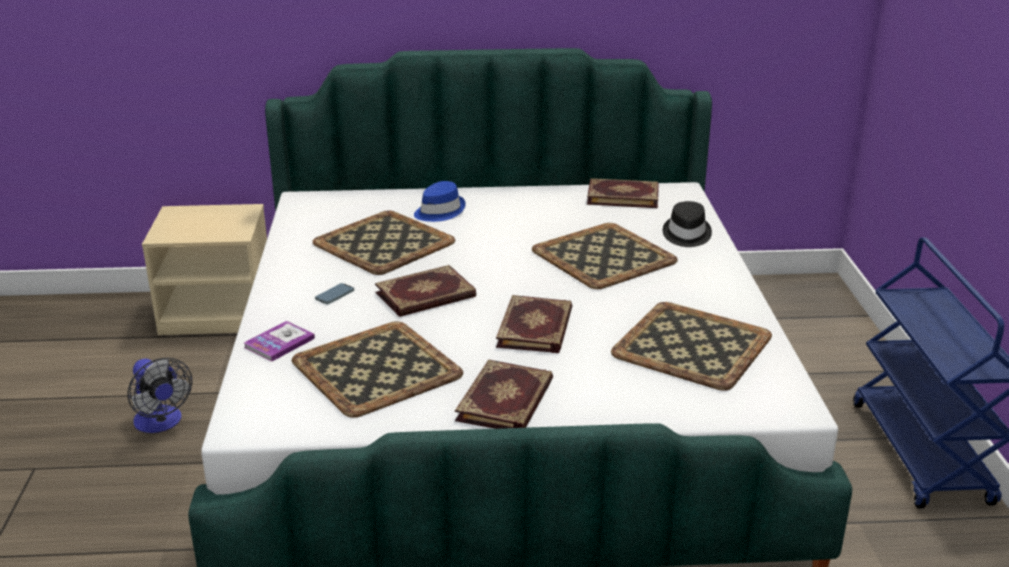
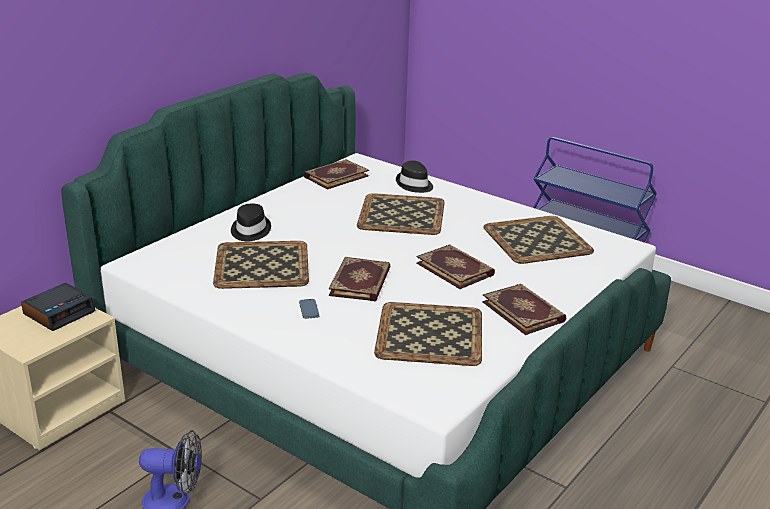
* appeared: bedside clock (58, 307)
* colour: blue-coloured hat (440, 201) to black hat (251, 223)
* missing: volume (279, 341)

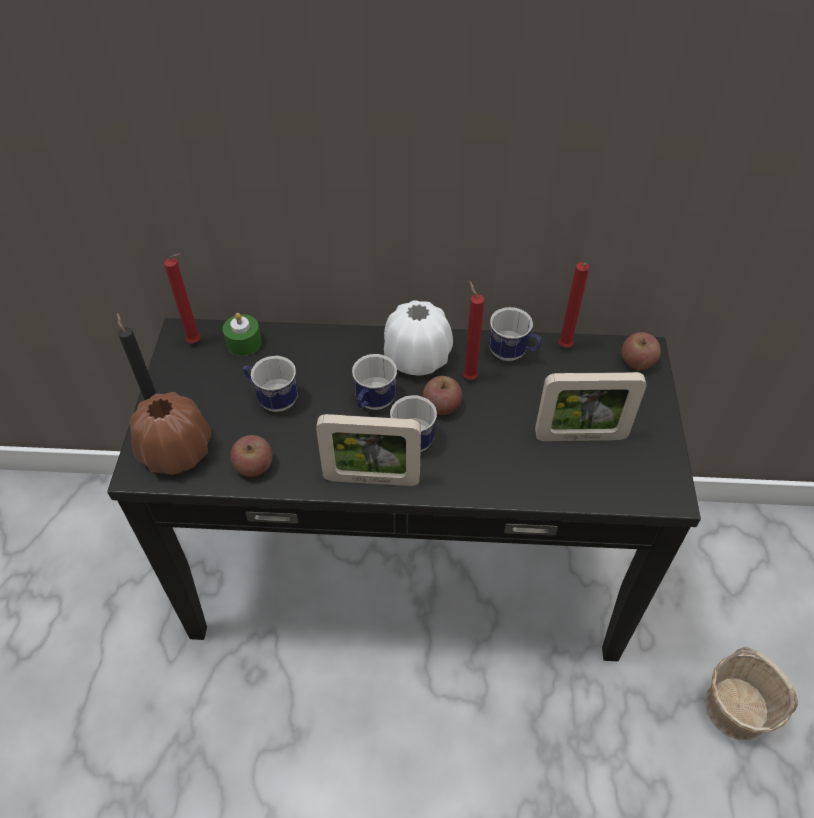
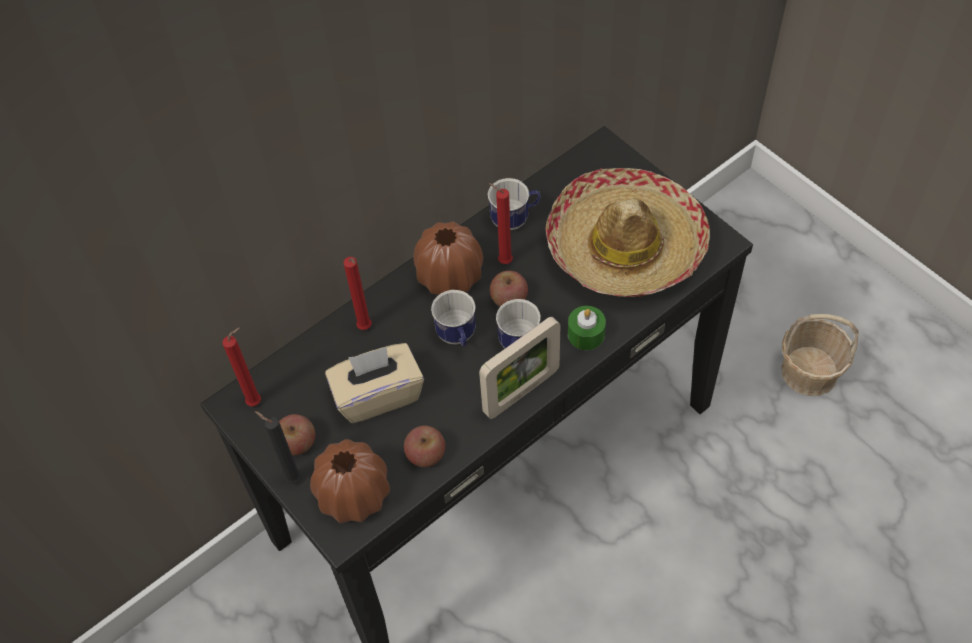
* relocated: whole apple (641, 351) to (297, 434)
* exchanged: mug (270, 384) to beige box of tissues (374, 383)
* relocated: reddish candle (573, 305) to (357, 293)
* colour: whitish flower vase (418, 338) to brownish flower vase (448, 258)
* exchanged: photo frame (590, 406) to hat (628, 232)
* relocated: green candle (242, 334) to (587, 328)

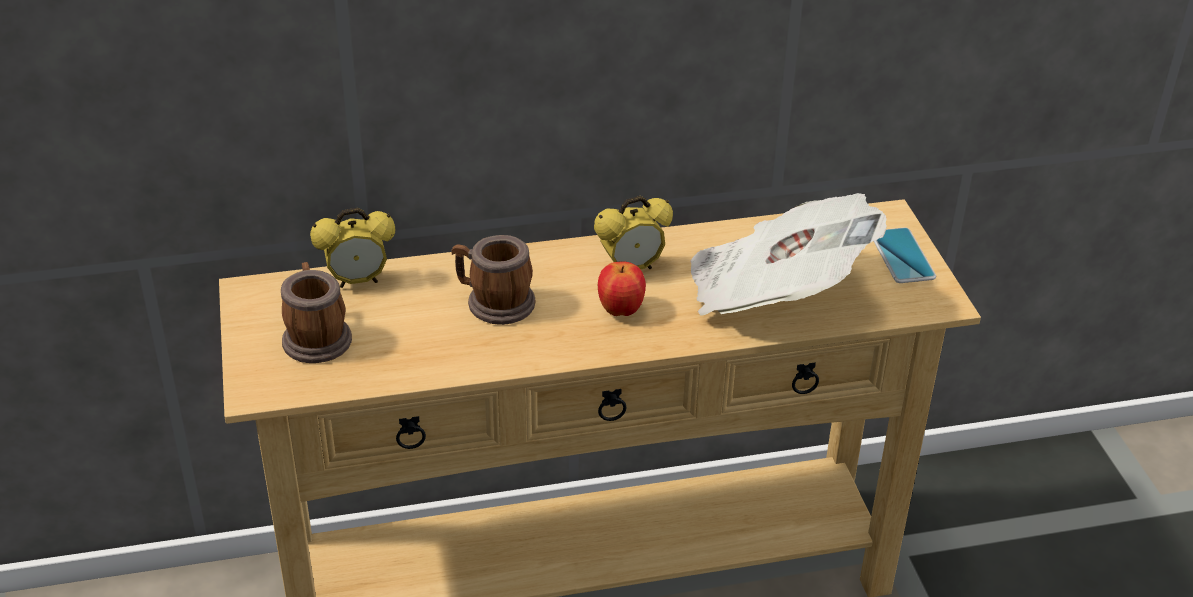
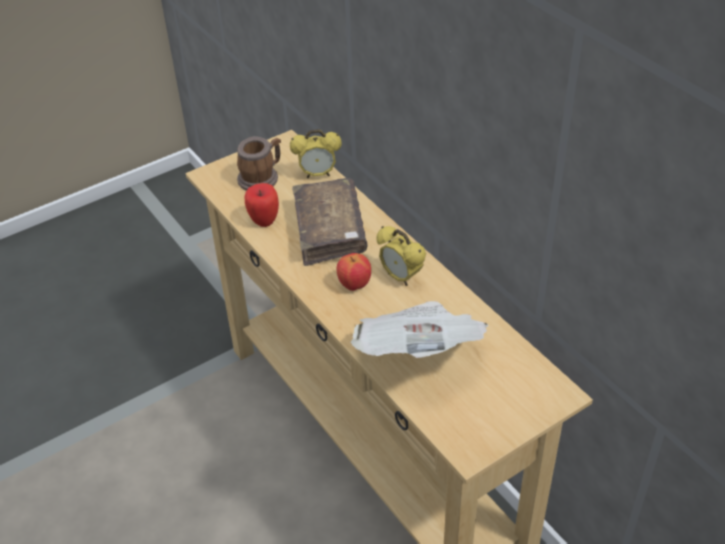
* appeared: whole apple (262, 205)
* spun: bedside clock (352, 248) = (316, 153) 60 degrees counterclockwise
* exchanged: mug (493, 280) to brownish volume (329, 222)
* missing: telephone (905, 255)

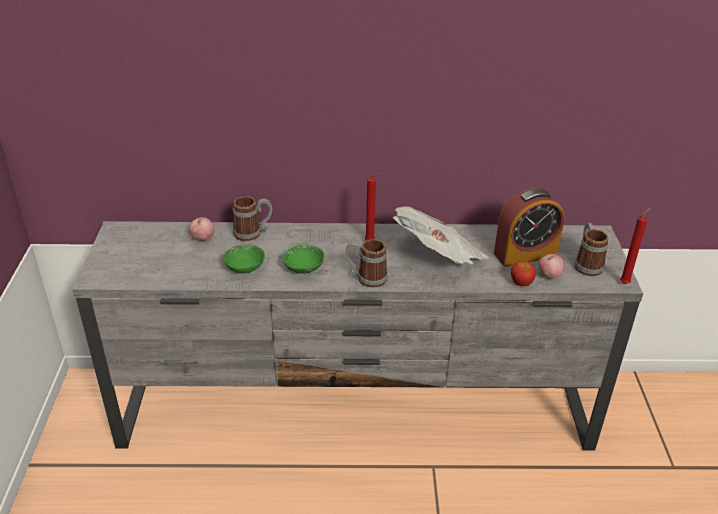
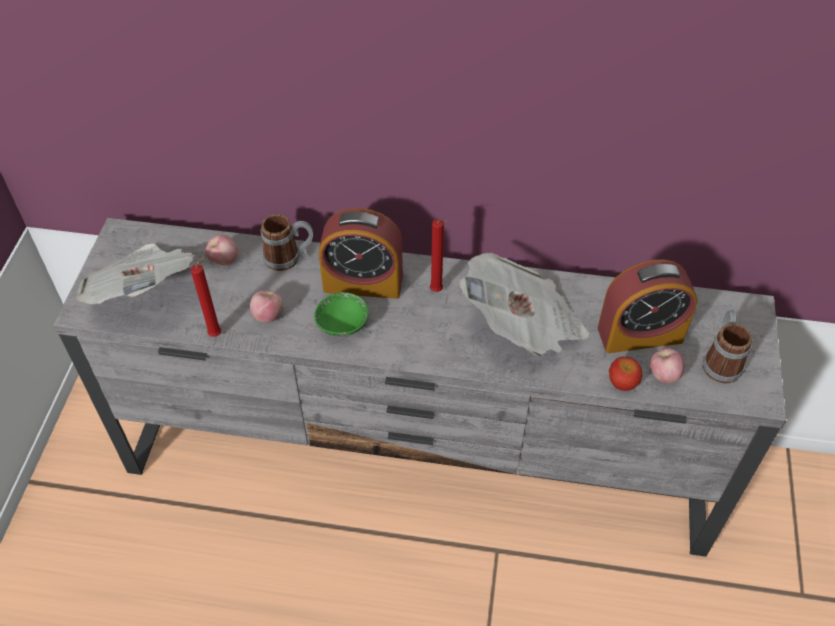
* appeared: newspaper (135, 273)
* relocated: reddish candle (635, 246) to (206, 296)
* exchanged: green bowl (244, 259) to whole apple (266, 306)
* appeared: bedside clock (361, 253)
* missing: mug (366, 263)

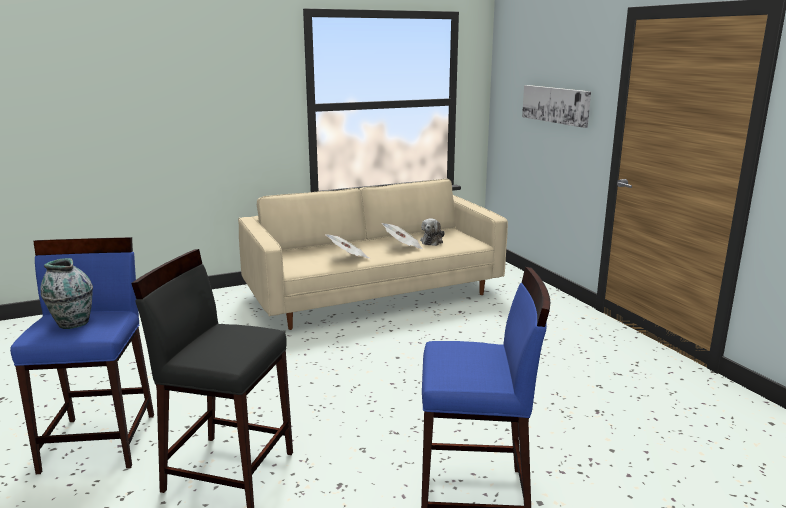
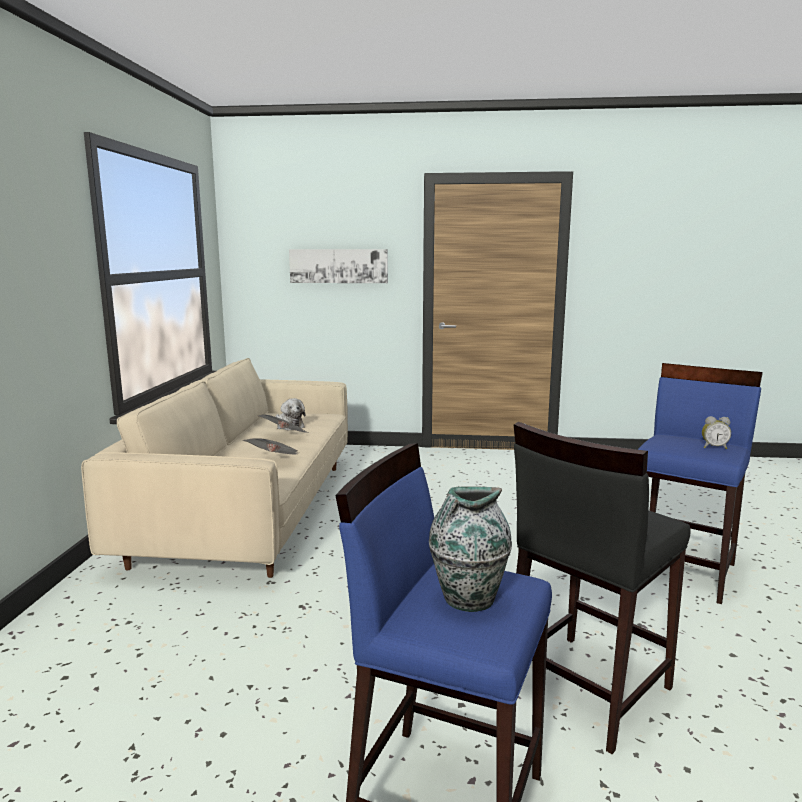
* appeared: bedside clock (716, 432)

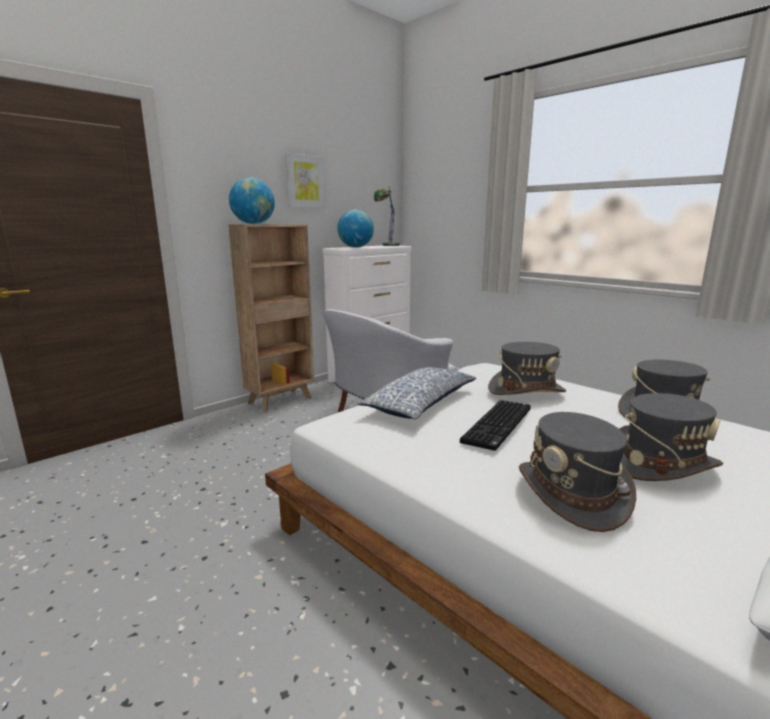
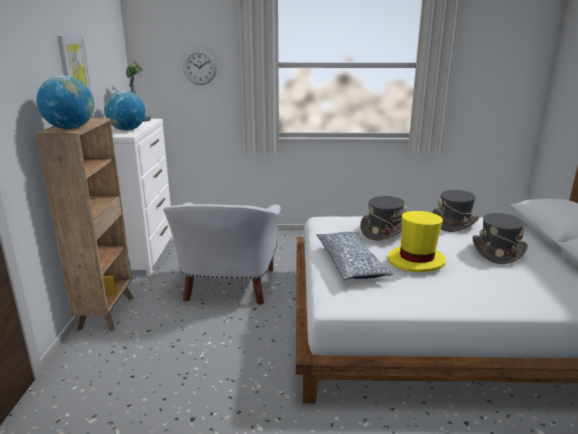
* appeared: hanging clock (200, 67)
* exchanged: PC keyboard (495, 425) to yellow hat (417, 241)
* missing: gray hat (577, 472)

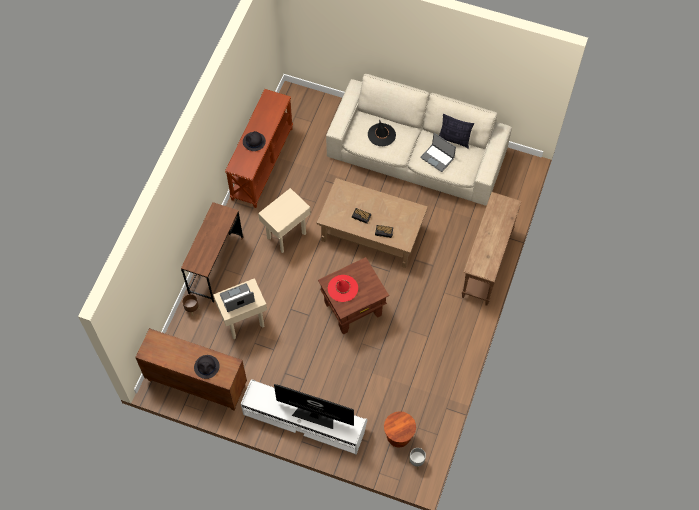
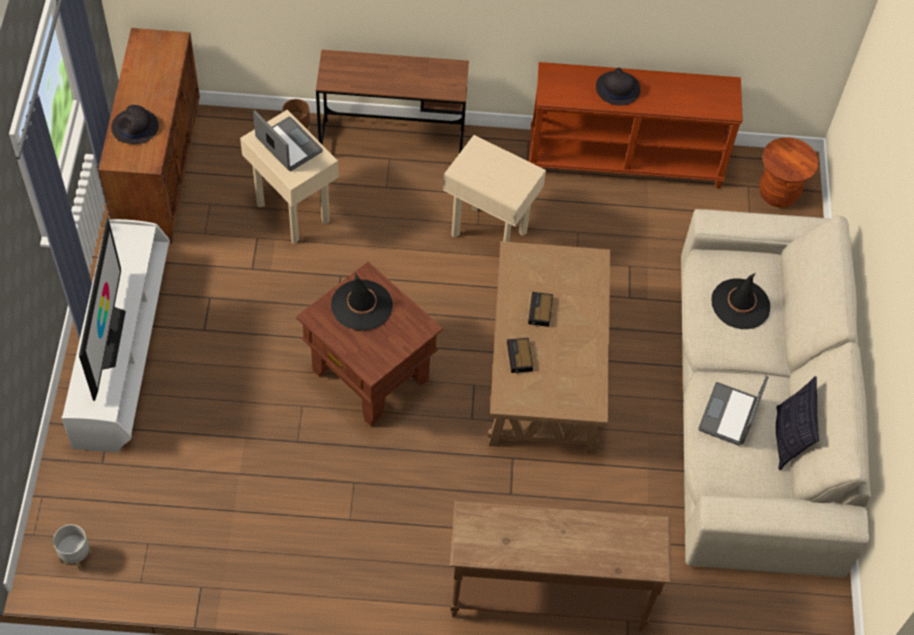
* colour: reddish hat (343, 288) to black hat (362, 301)
* relocated: brownish sitting stool (400, 429) to (788, 172)

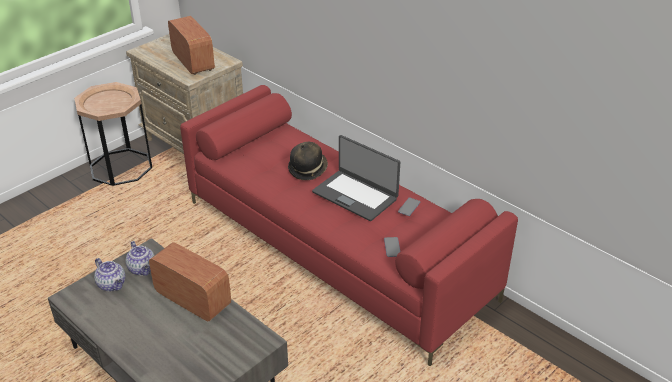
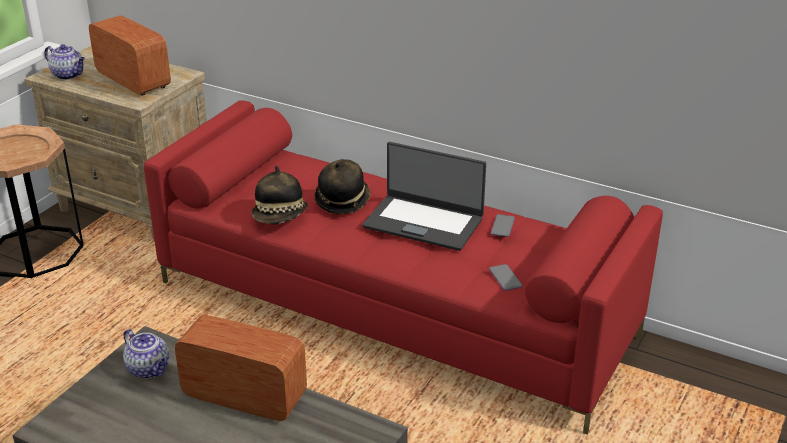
* relocated: teapot (109, 274) to (64, 62)
* appeared: hat (280, 195)

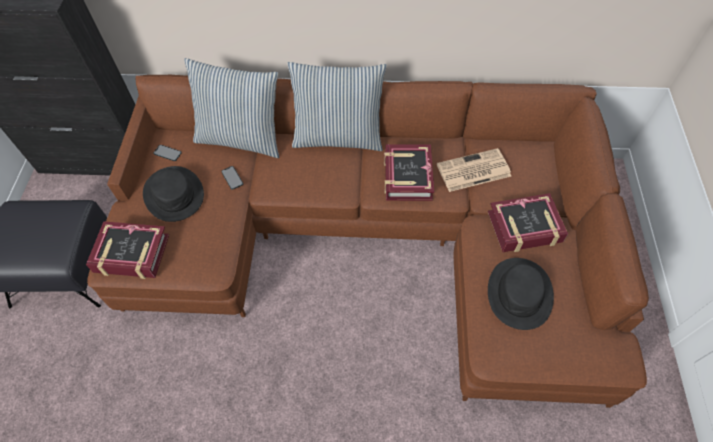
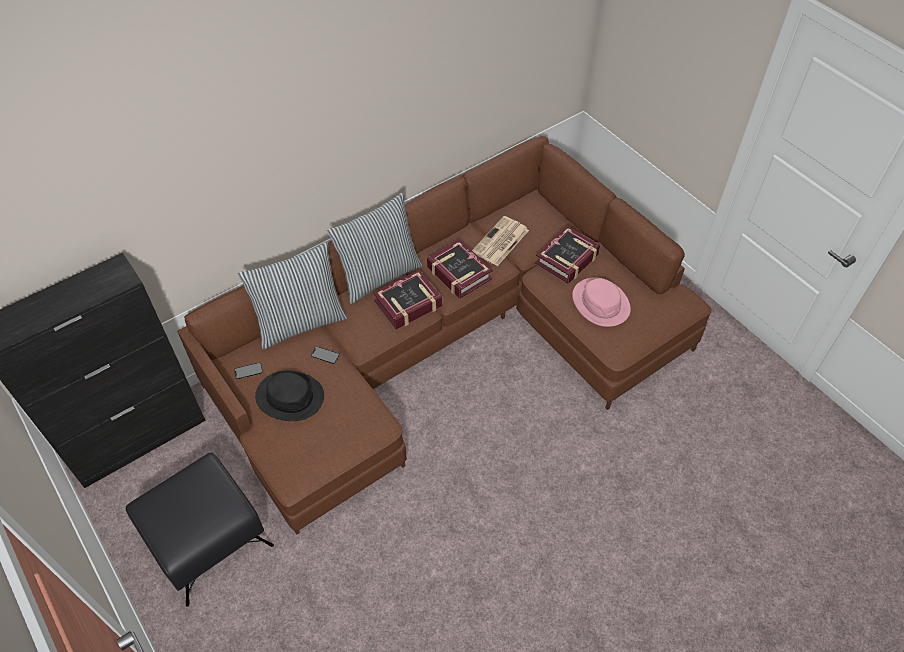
* relocated: volume (127, 250) to (407, 299)
* colour: black hat (521, 294) to pinkish hat (601, 302)

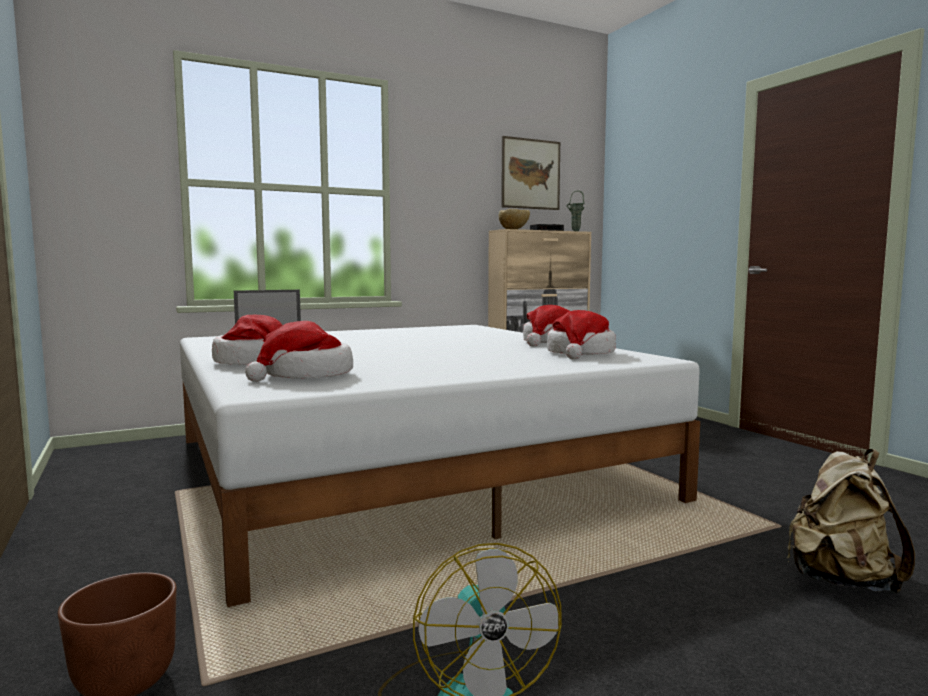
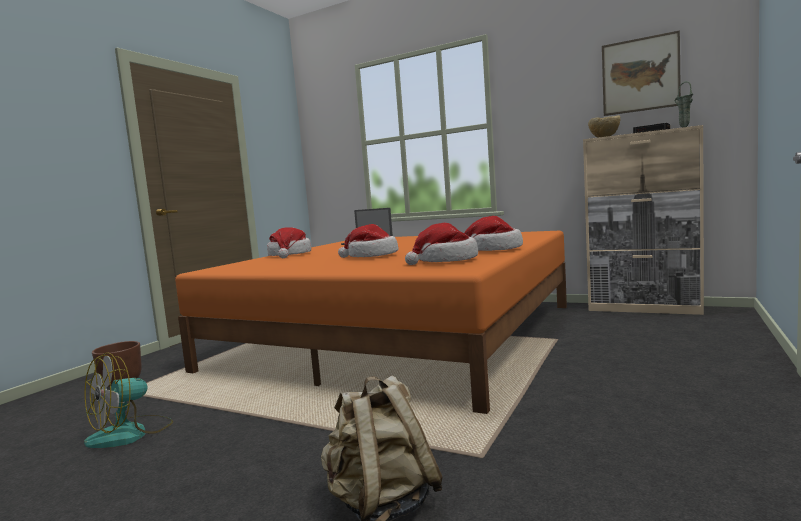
* colour: whitish bedroom bed (440, 466) to orange bedroom bed (371, 322)
* relocated: hat (299, 351) to (368, 241)

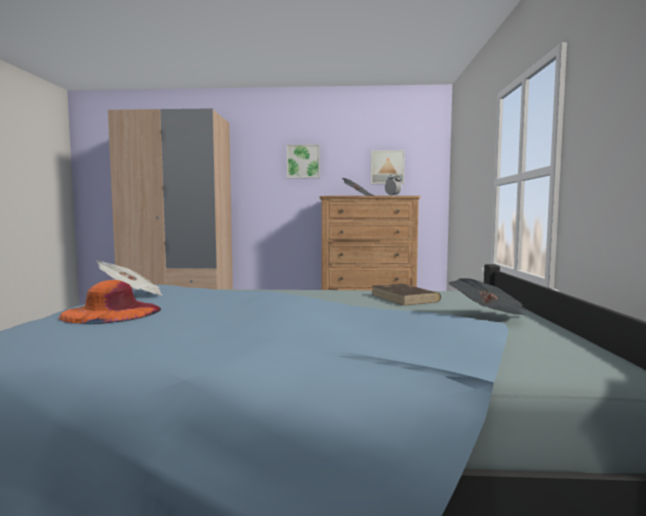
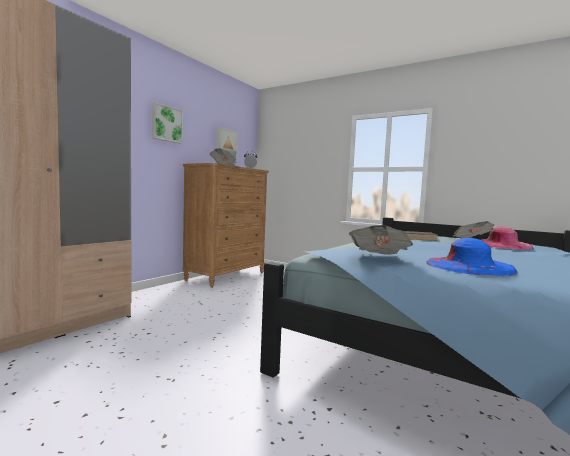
* colour: orange hat (110, 302) to blue-coloured hat (471, 257)
* appeared: pinkish hat (507, 238)

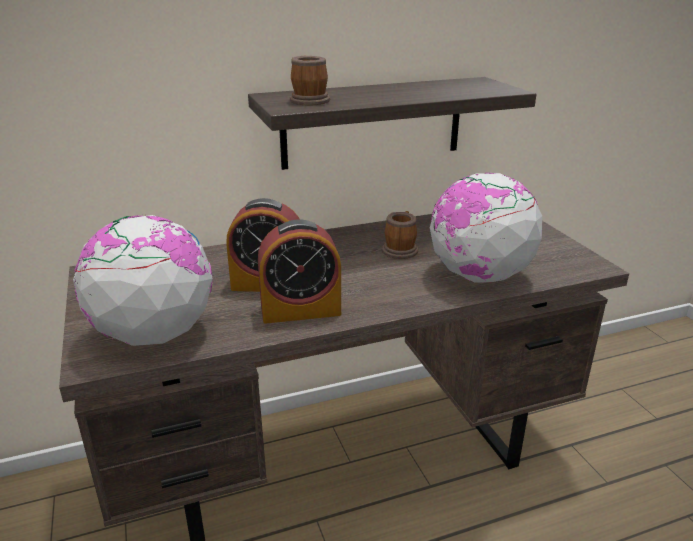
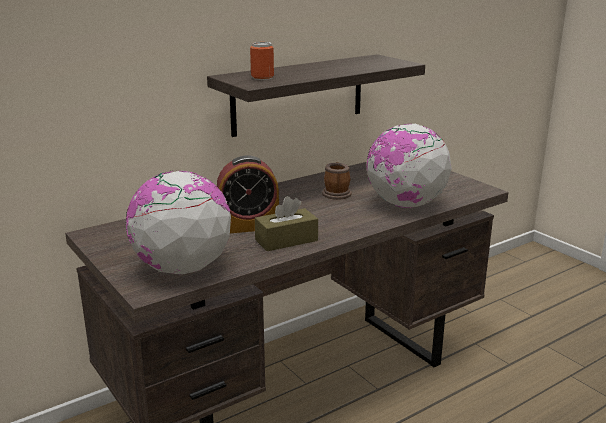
* exchanged: mug (310, 80) to metal can (262, 61)
* exchanged: bedside clock (299, 271) to brownish box of tissues (286, 223)

